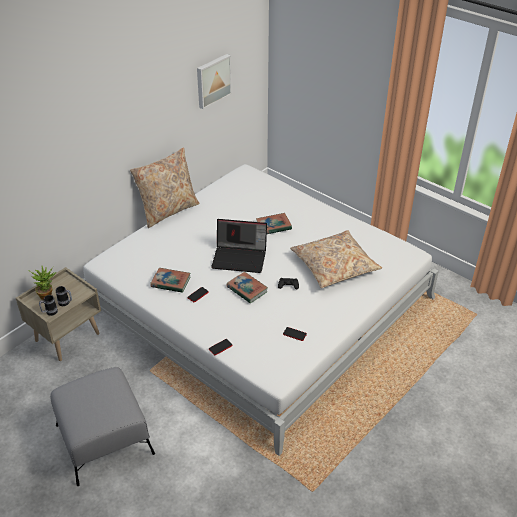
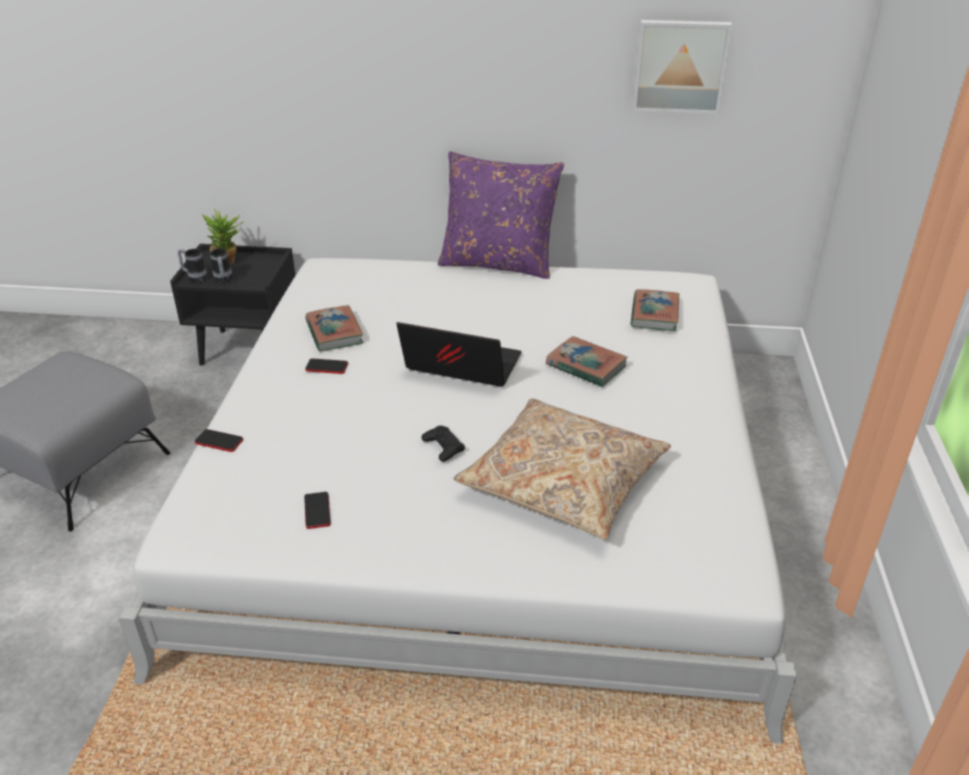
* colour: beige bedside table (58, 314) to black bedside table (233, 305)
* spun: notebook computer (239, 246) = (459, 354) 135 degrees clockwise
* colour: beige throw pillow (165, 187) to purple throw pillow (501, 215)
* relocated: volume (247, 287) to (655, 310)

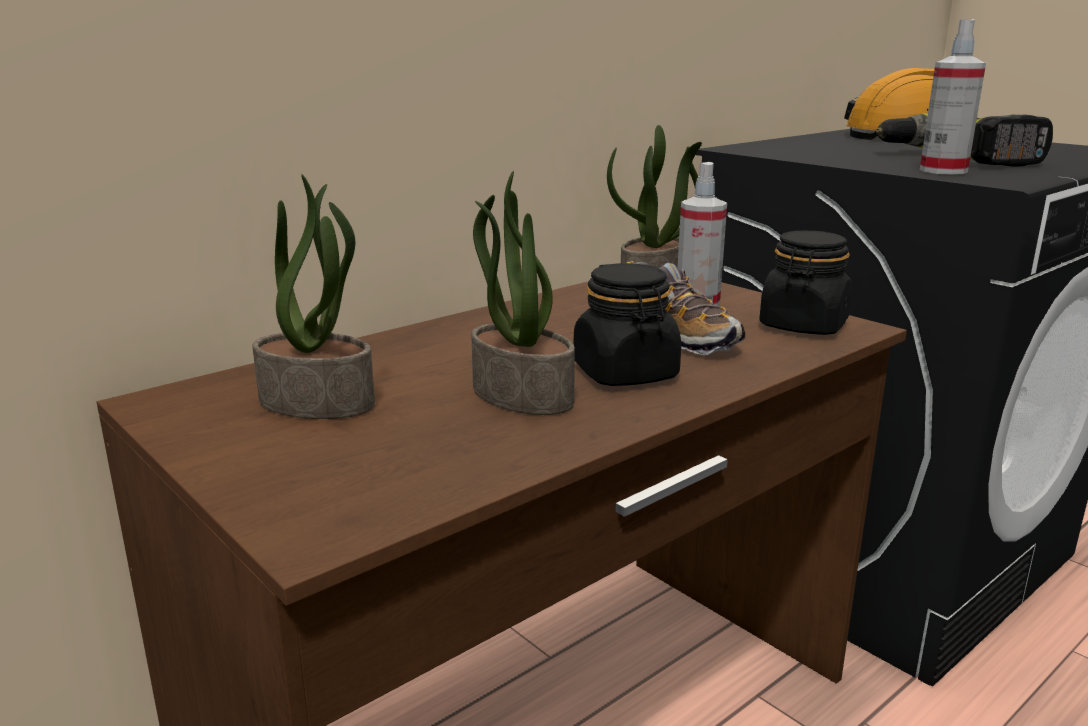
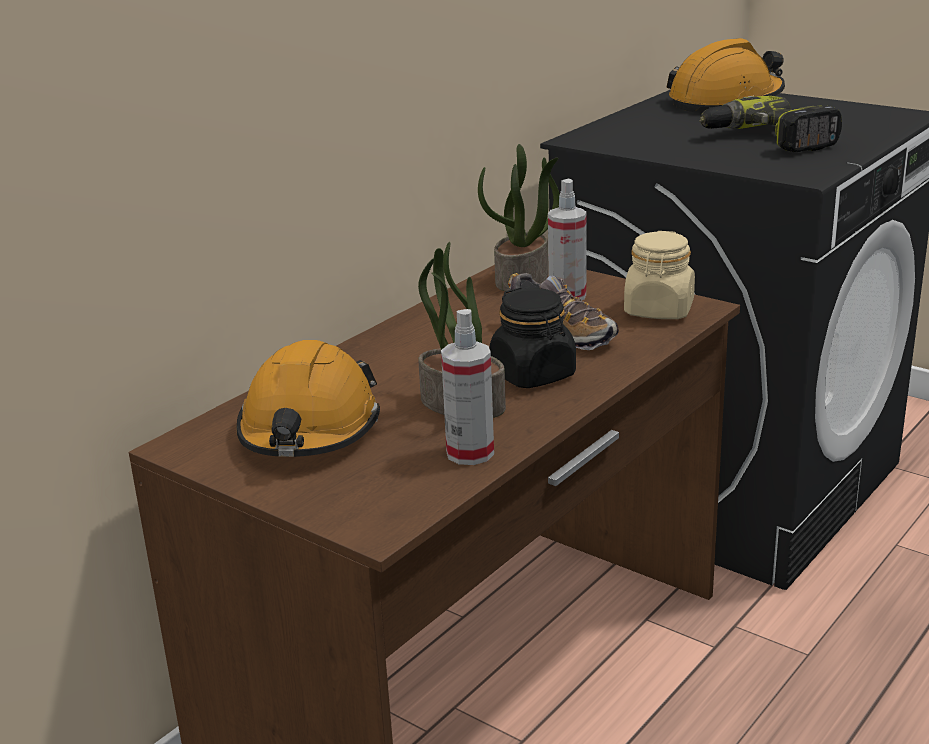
* exchanged: houseplant (313, 296) to orange hard hat (308, 398)
* relocated: sprayer (953, 97) to (467, 387)
* colour: black preserve jar (805, 283) to beige preserve jar (659, 275)

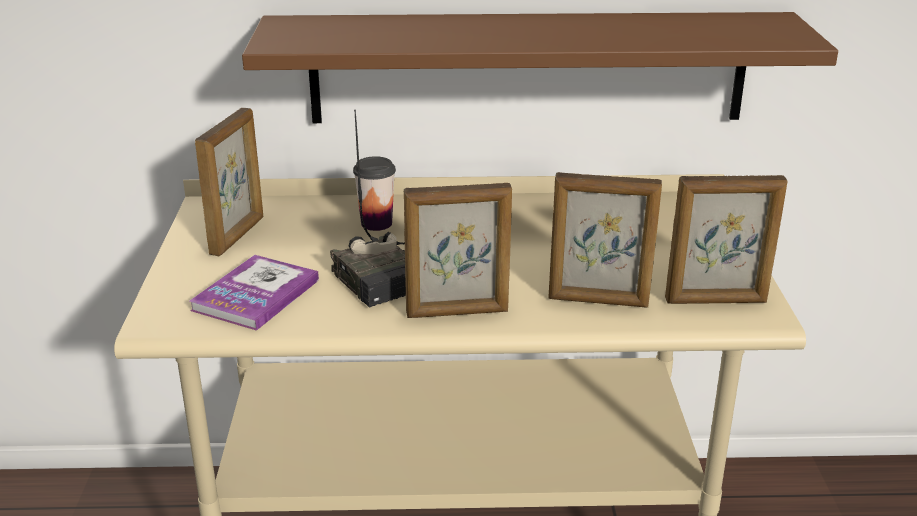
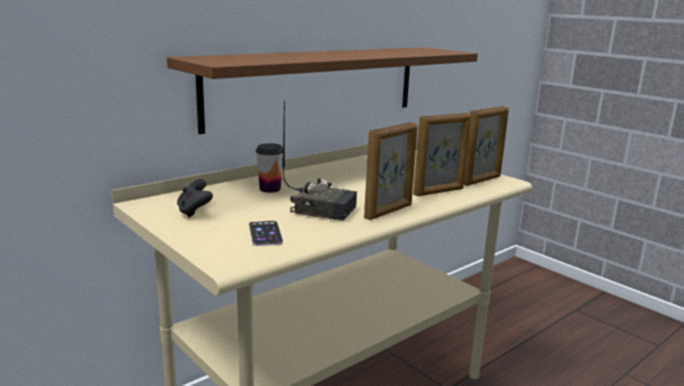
* exchanged: photo frame (229, 182) to black game controller (195, 198)
* exchanged: volume (254, 293) to telephone (266, 233)

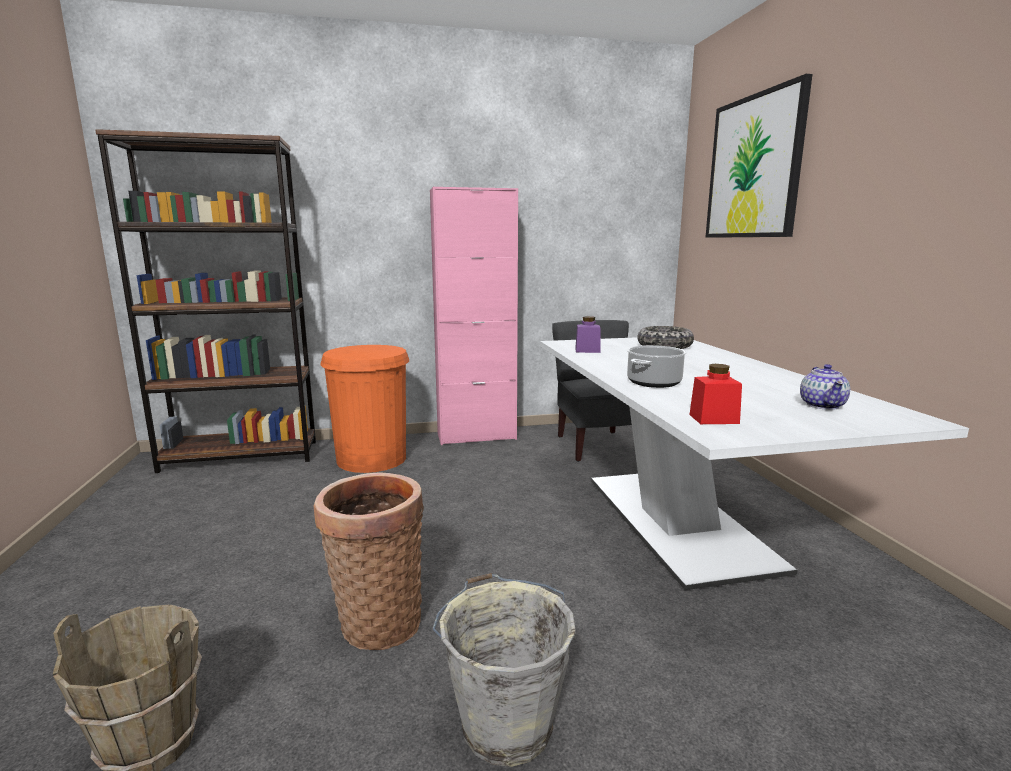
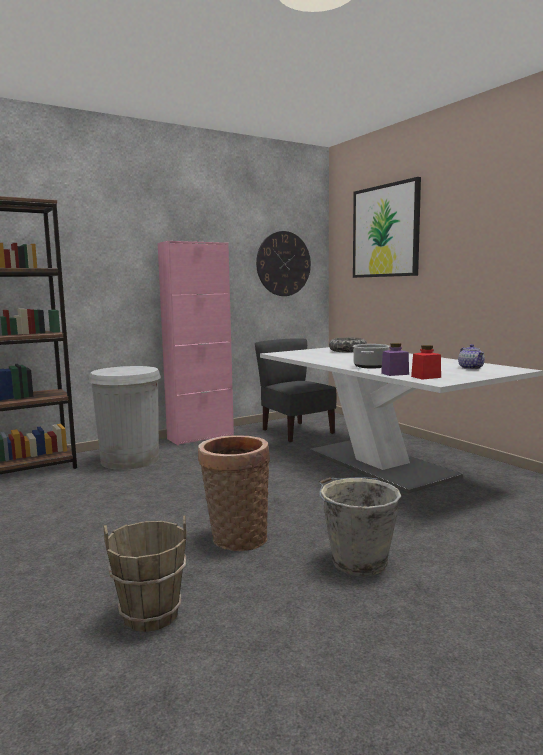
* colour: orange trash can (364, 409) to whitish trash can (124, 418)
* appeared: hanging clock (283, 263)
* relocated: purple preserve jar (588, 334) to (395, 359)

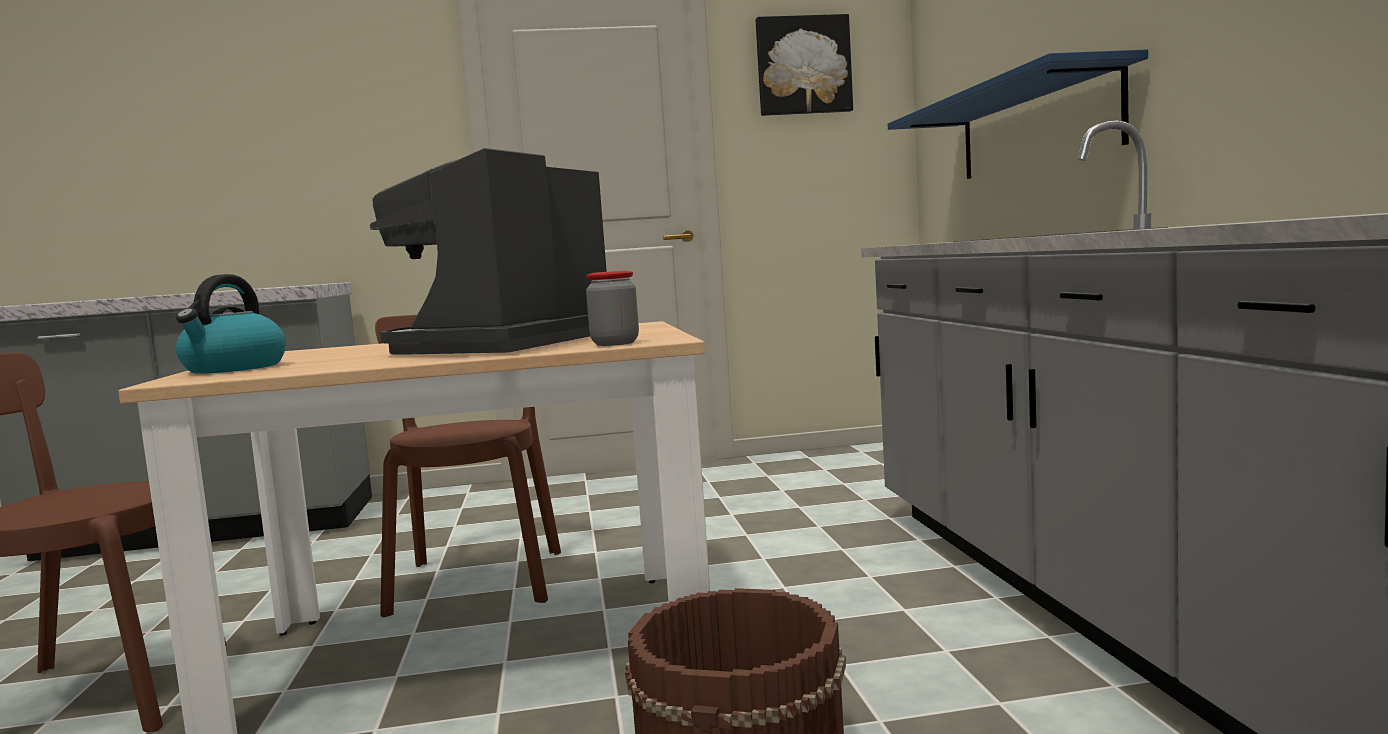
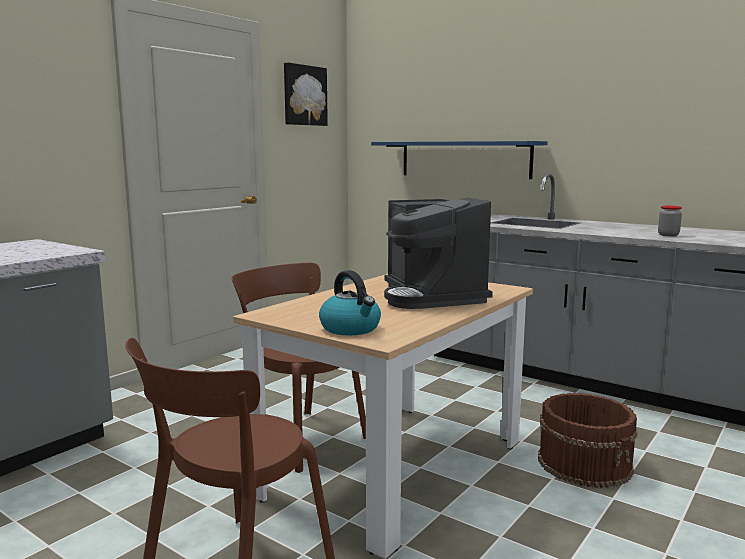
* relocated: preserve jar (612, 308) to (670, 220)

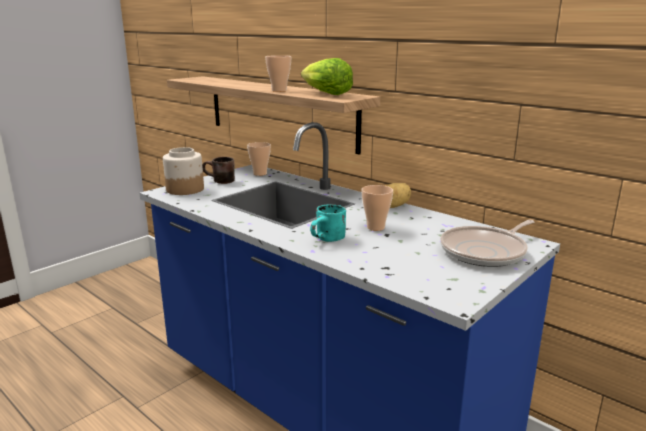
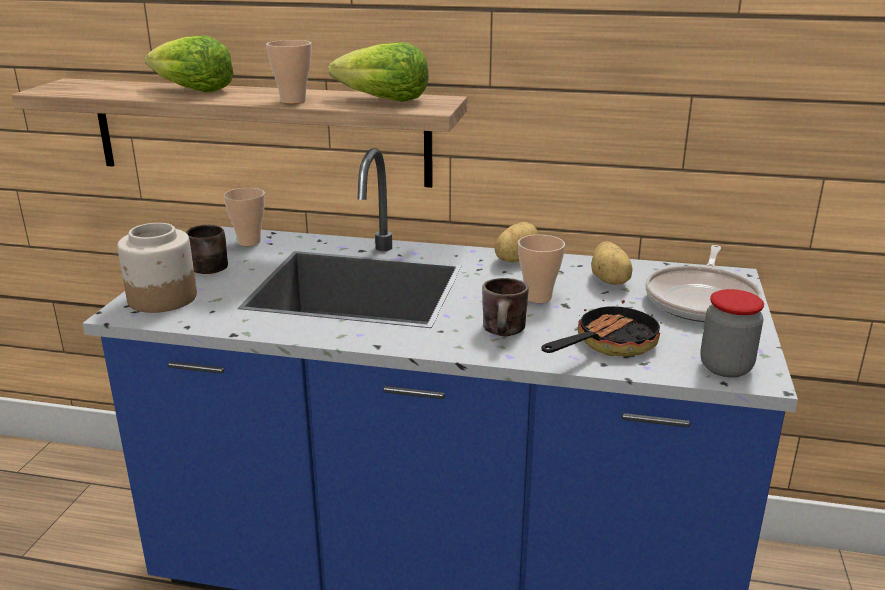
* appeared: lettuce (189, 63)
* colour: turquoise-coloured mug (328, 223) to brownish mug (505, 307)
* appeared: frying pan (602, 328)
* appeared: whole potato (612, 263)
* appeared: preserve jar (732, 333)

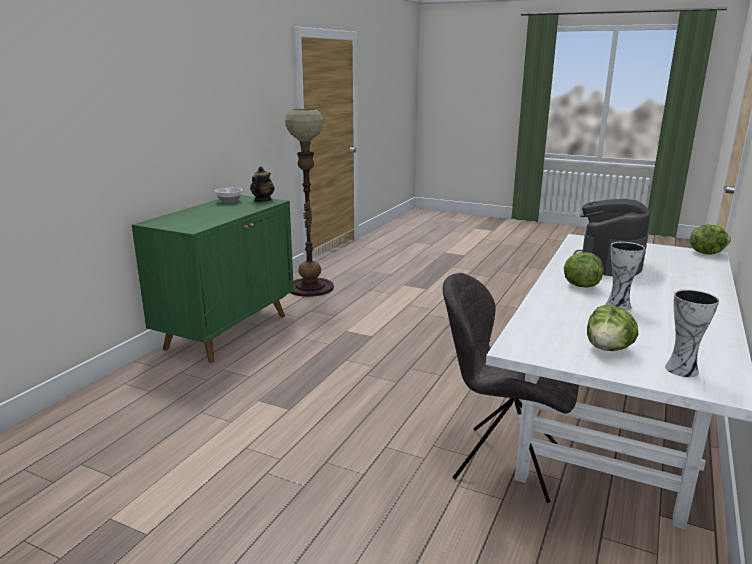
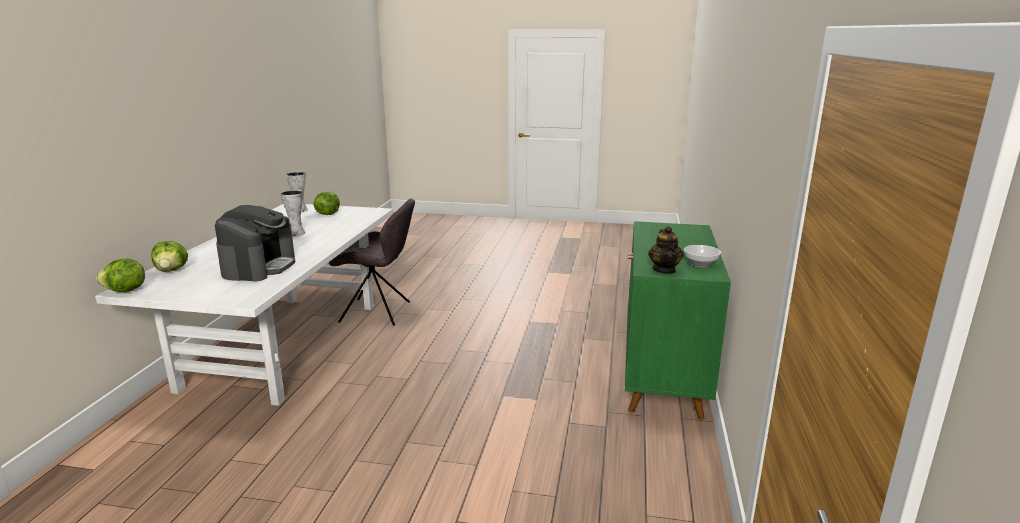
* relocated: lettuce (584, 270) to (169, 256)
* missing: standard lamp (309, 203)

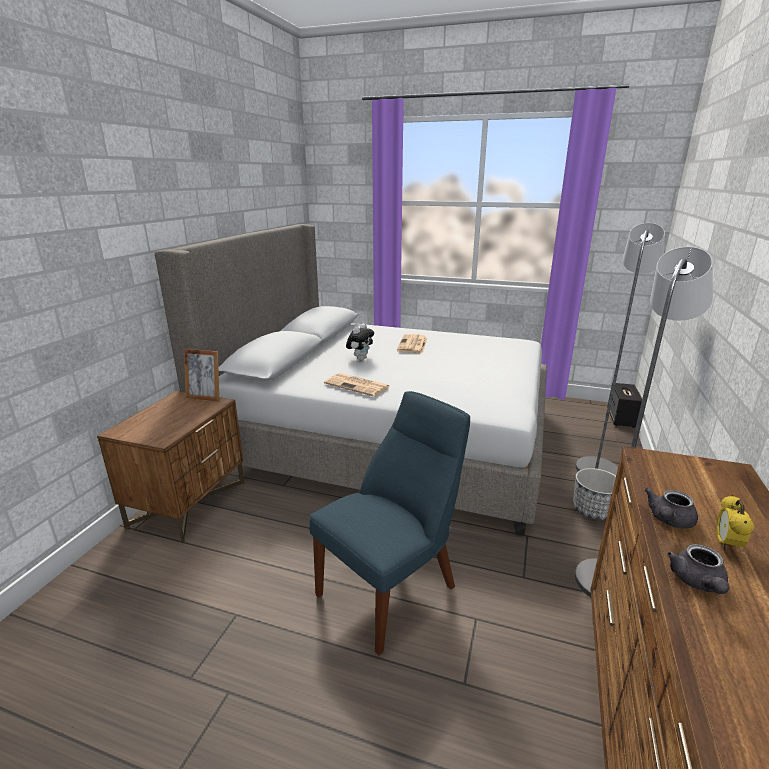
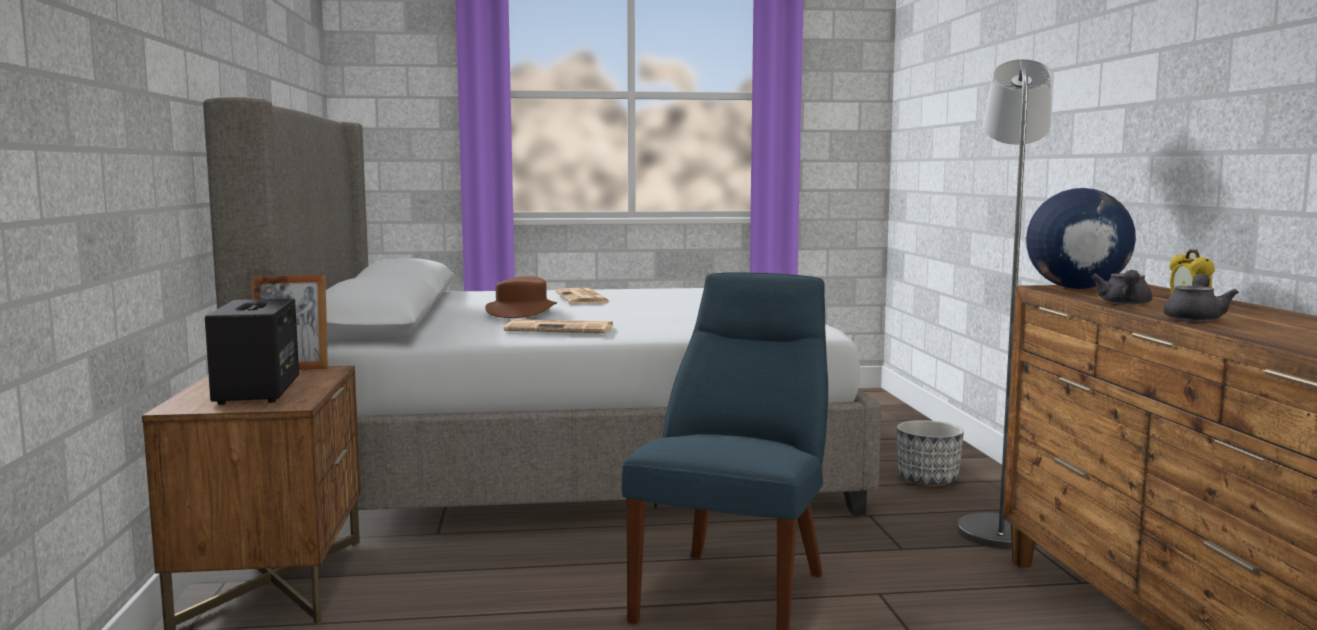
* relocated: speaker (624, 405) to (252, 351)
* exchanged: cuddly toy (360, 342) to brownish hat (521, 297)
* appeared: globe (1081, 238)
* spun: gray teapot (698, 569) = (1201, 297) 135 degrees counterclockwise
* missing: gray standard lamp (620, 349)

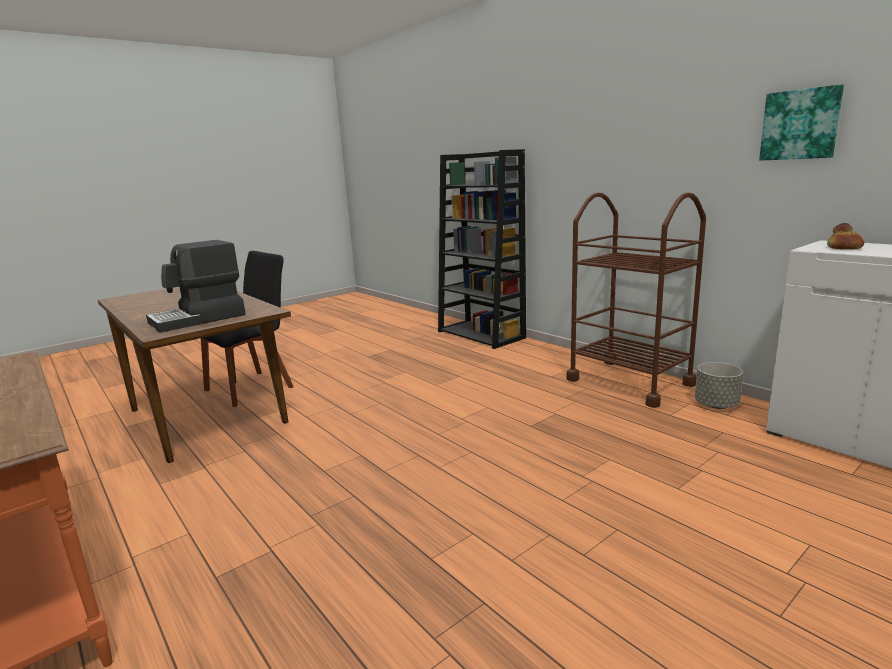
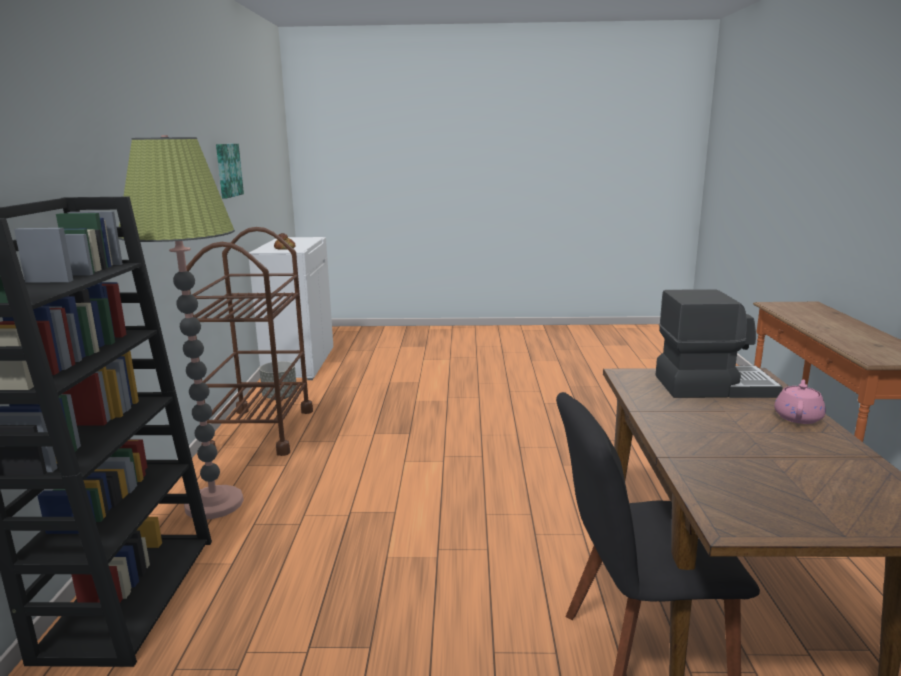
* appeared: standard lamp (181, 327)
* appeared: pinkish teapot (800, 401)

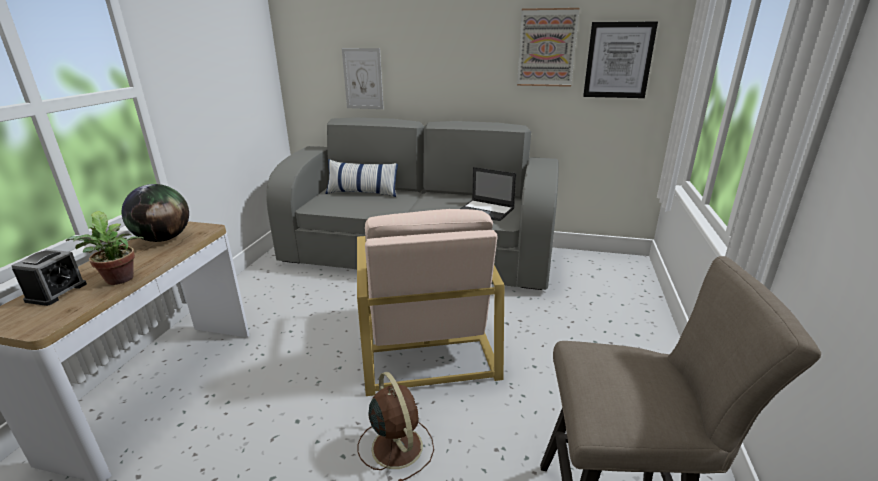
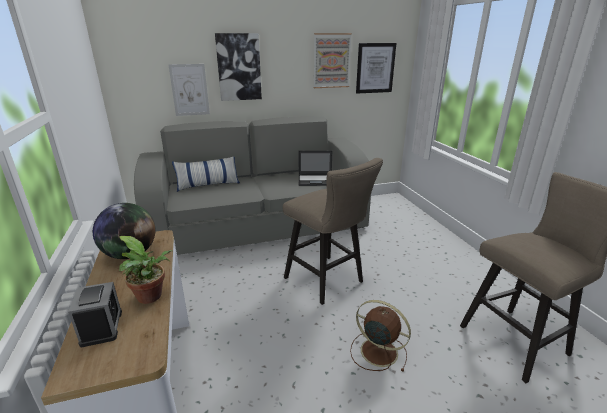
* appeared: picture (238, 67)
* exchanged: beige easy chair (430, 302) to beige sitting stool (333, 231)

